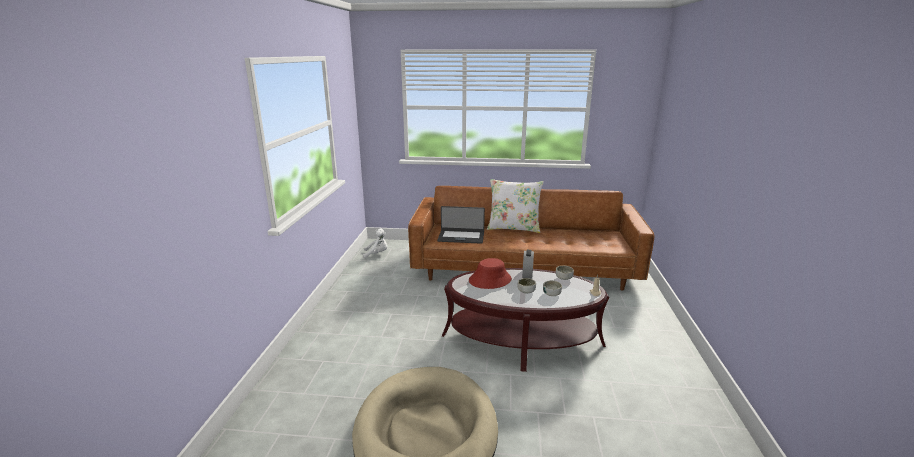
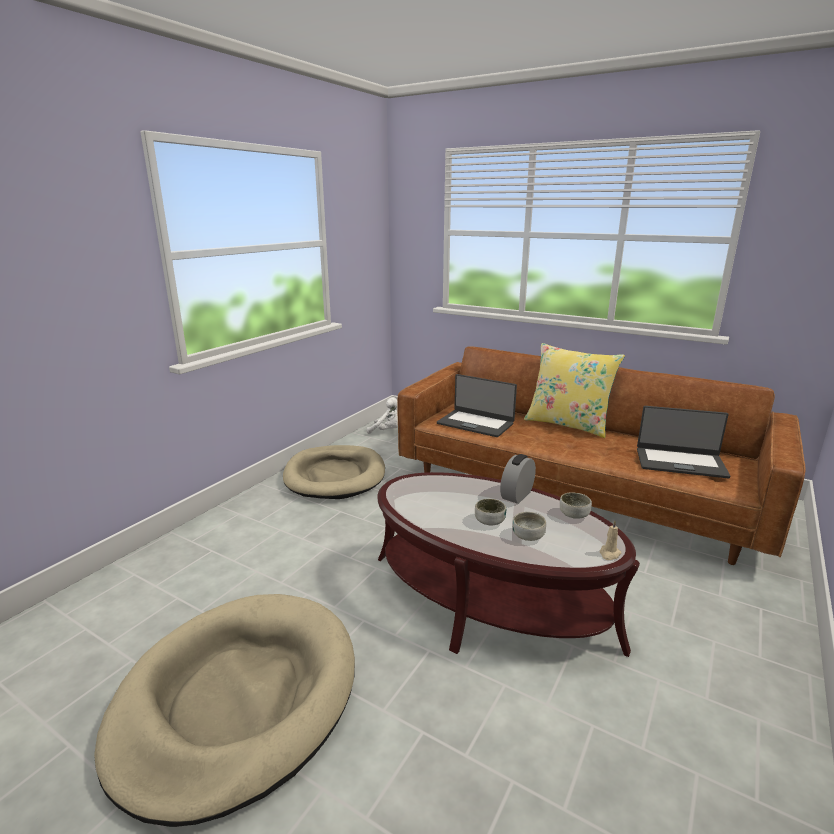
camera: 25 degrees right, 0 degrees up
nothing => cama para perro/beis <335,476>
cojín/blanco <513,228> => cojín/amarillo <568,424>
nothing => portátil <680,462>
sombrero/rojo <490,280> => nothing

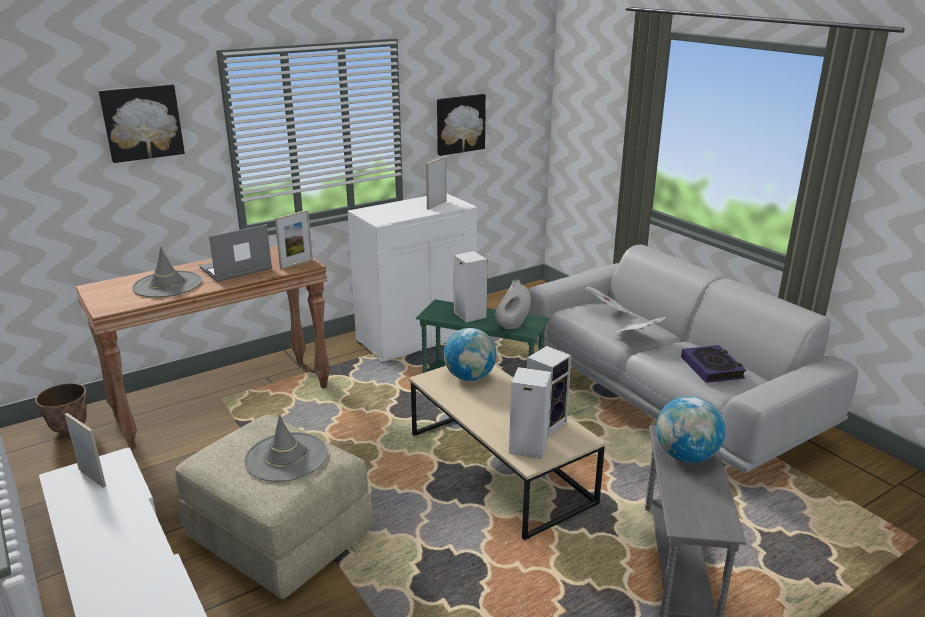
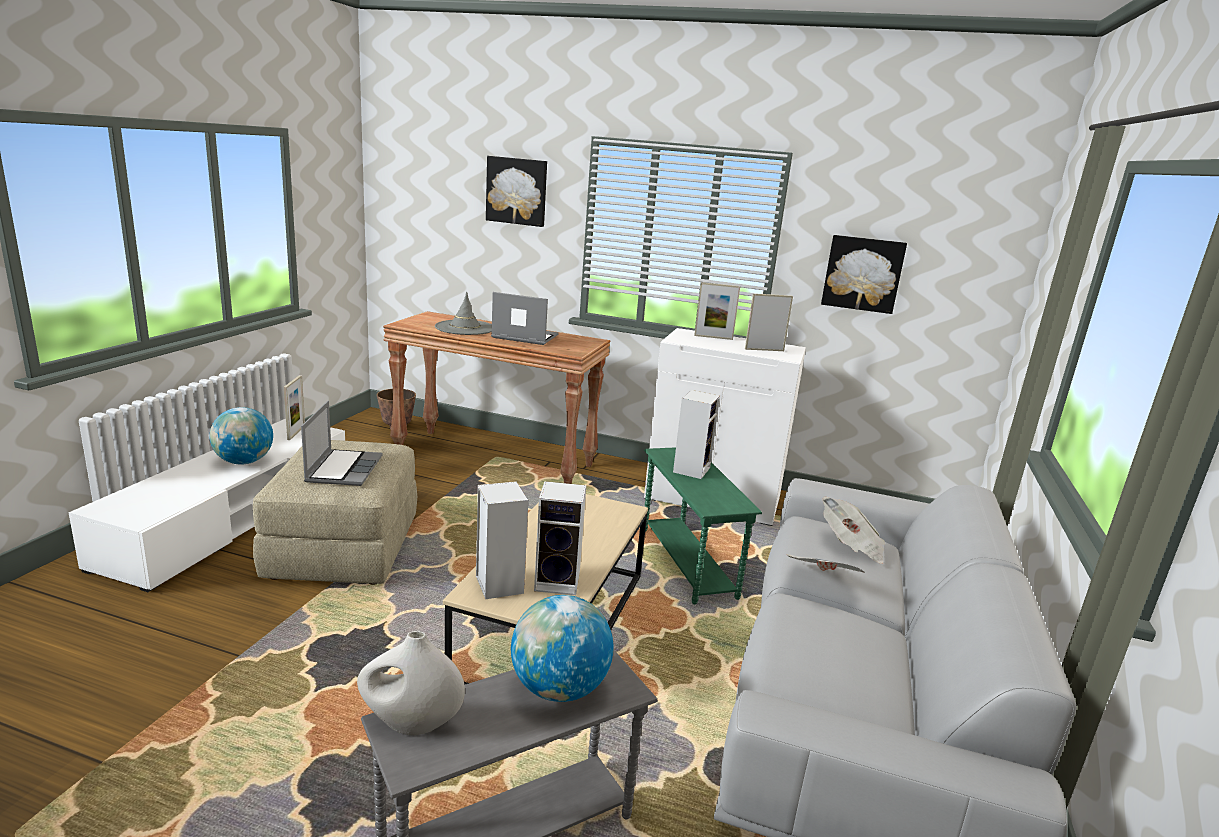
camera: 50 degrees right, 5 degrees down
globo terráqueo <470,377> => globo terráqueo <244,462>, moved
sombrero/gris <286,457> => portátil <343,469>
florero/blanco <512,325> => florero/blanco <411,724>, moved
portarretratos <296,264> => portarretratos <713,337>, moved
libro <712,368> => nothing

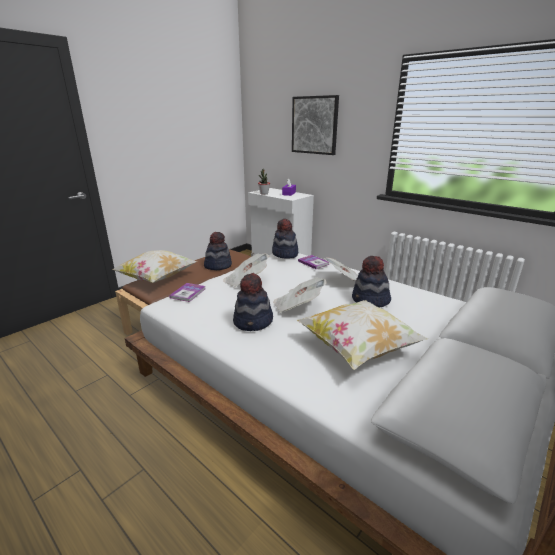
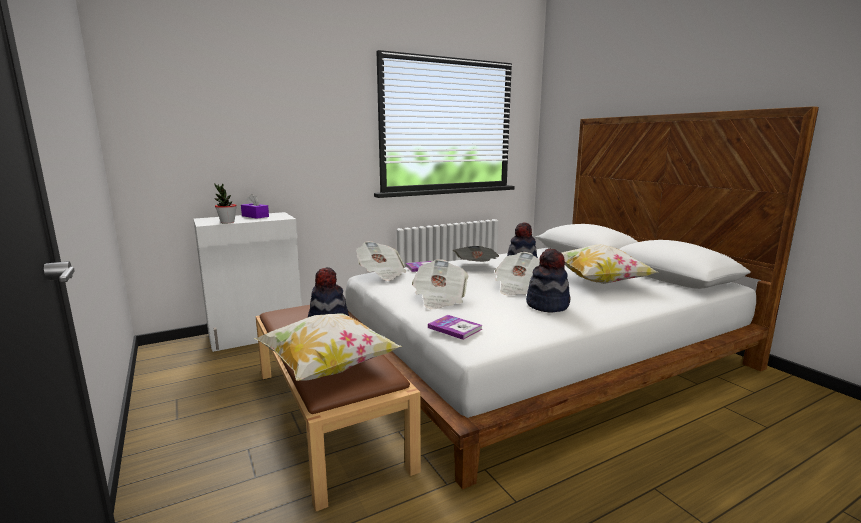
camera: 70 degrees left, 10 degrees down
sombrero <285,254> => periódico <381,274>
cuadro <314,125> => nothing

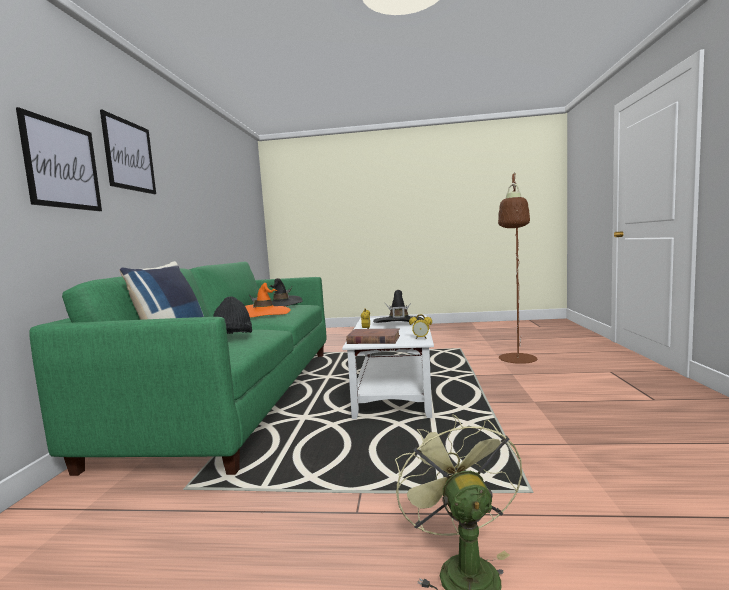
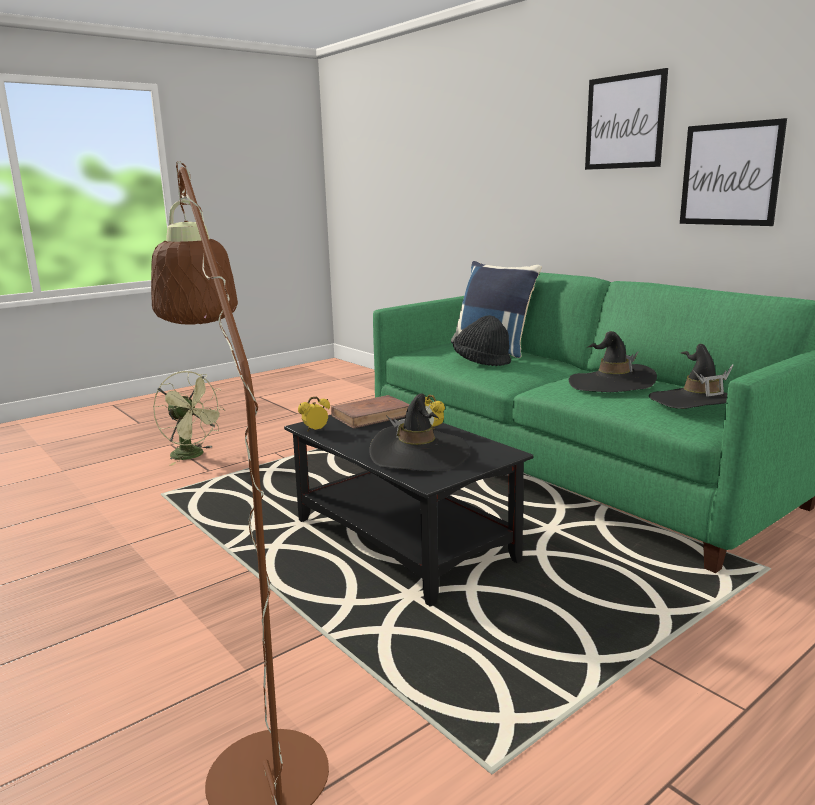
camera: 135 degrees right, 10 degrees up
mesa de centro/blanco <393,391> => mesa de centro/negro <405,541>
sombrero/naranja <266,313> => sombrero/negro <611,384>
cuadro <62,165> => cuadro <730,174>, moved

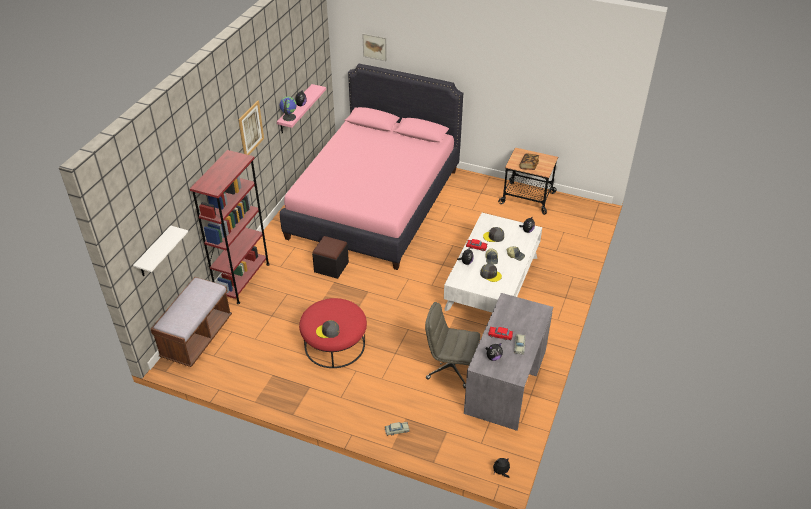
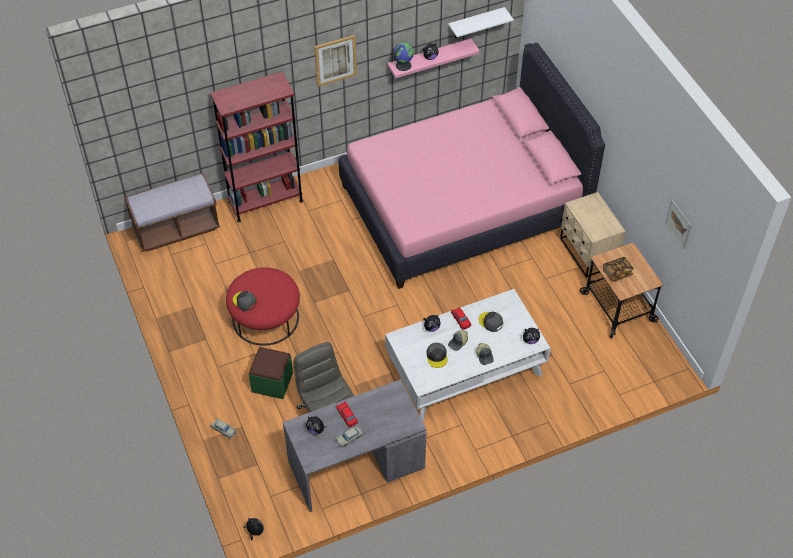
camera: 45 degrees right, 10 degrees up
nothing => puf/verde <272,382>
estante/blanco <154,253> => estante/blanco <476,23>, moved
nothing => mesita de noche/beis <587,253>
cuadro <374,47> => cuadro <679,224>, moved
puf/negro <331,267> => nothing

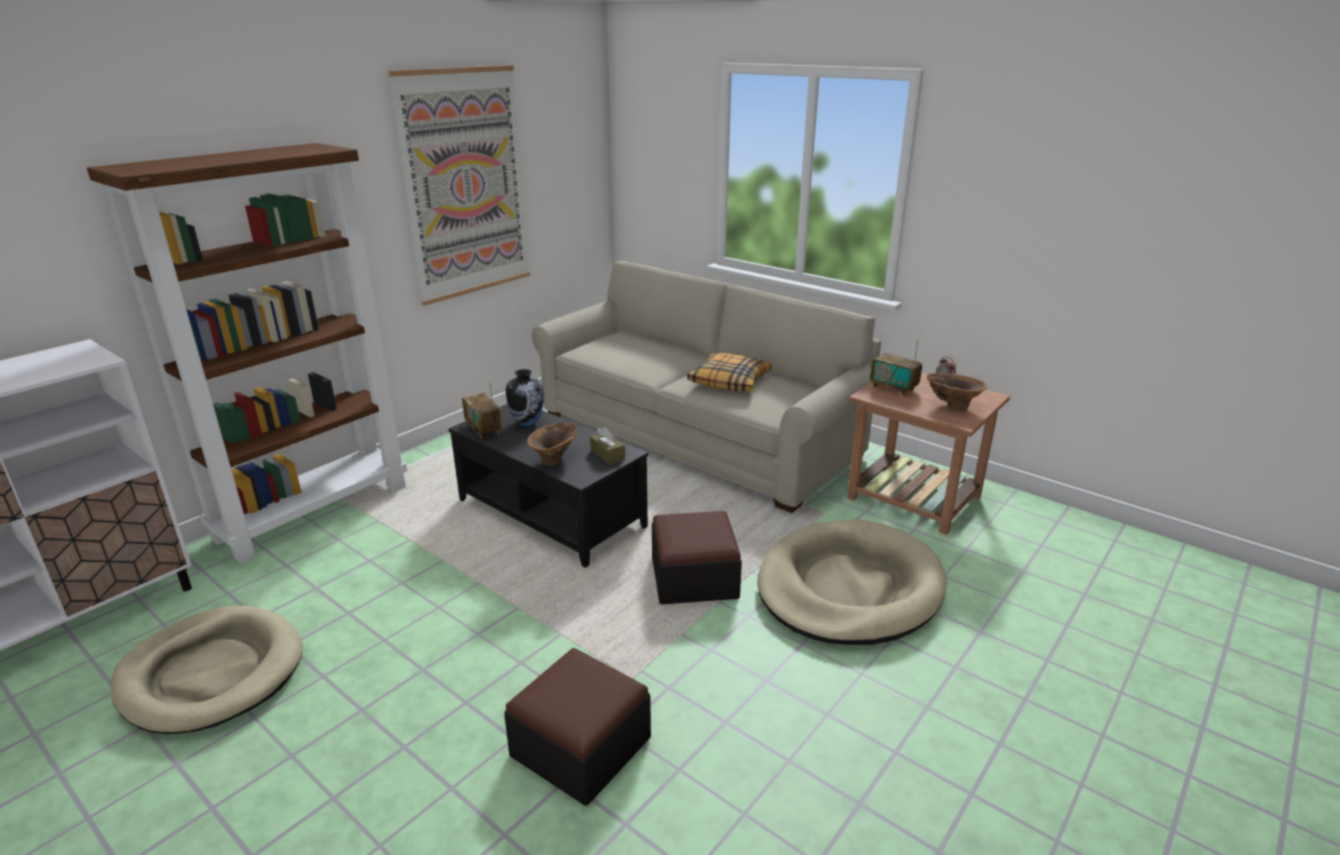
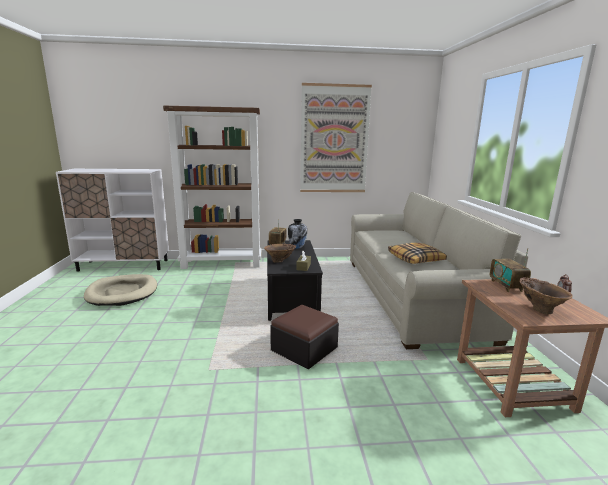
camera: 45 degrees right, 10 degrees down
puf <581,746> => nothing
cama para perro/beis <849,588> => nothing

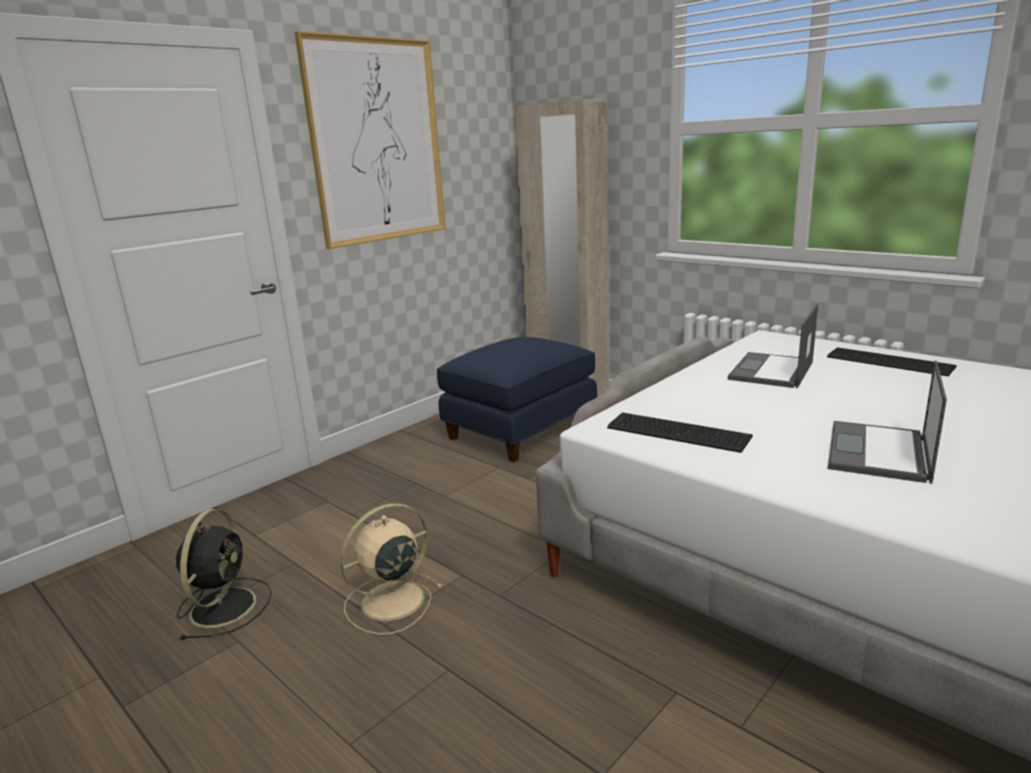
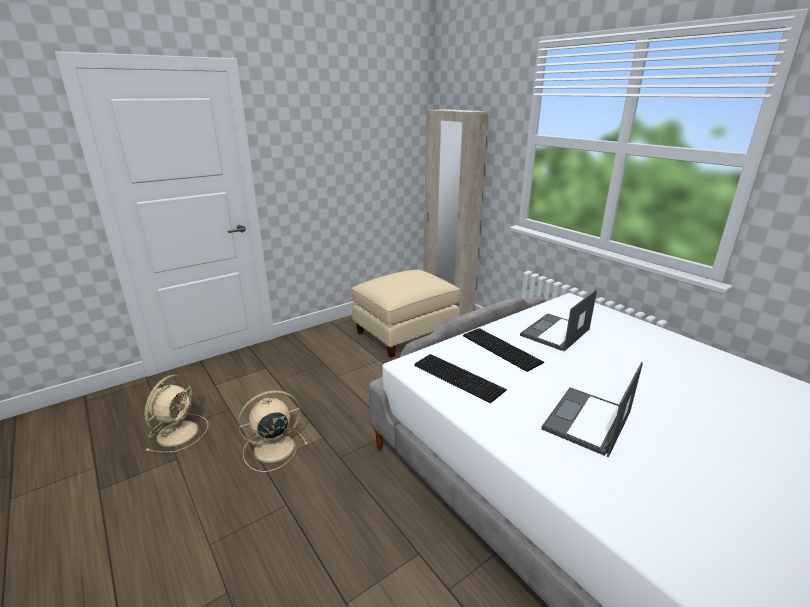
camera: 10 degrees right, 5 degrees up
ventilador/negro <224,605> => ventilador/beis <179,432>
puf/azul <521,431> => puf/beis <406,334>
teclado <890,362> => teclado <501,349>, moved
cuadro <377,142> => nothing

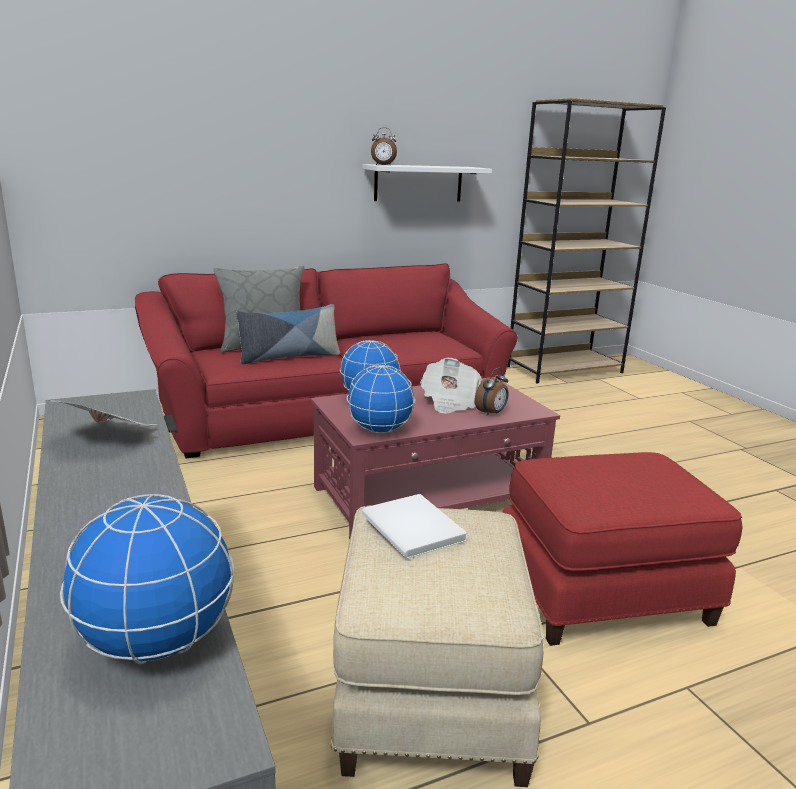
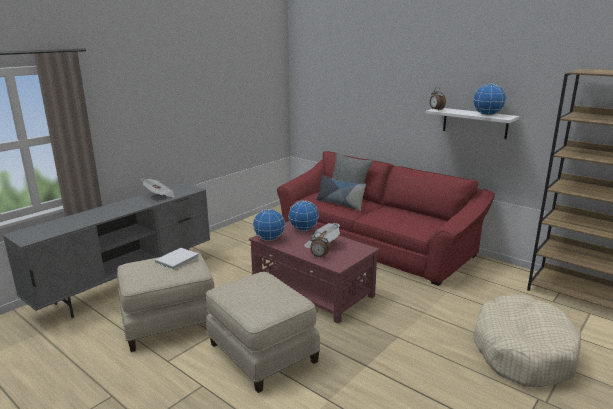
camera: 65 degrees right, 0 degrees up
puf/rojo <603,594> => puf/beis <261,354>
globo terráqueo <157,642> => globo terráqueo <487,115>, moved
nothing => cama para perro/beis <522,351>

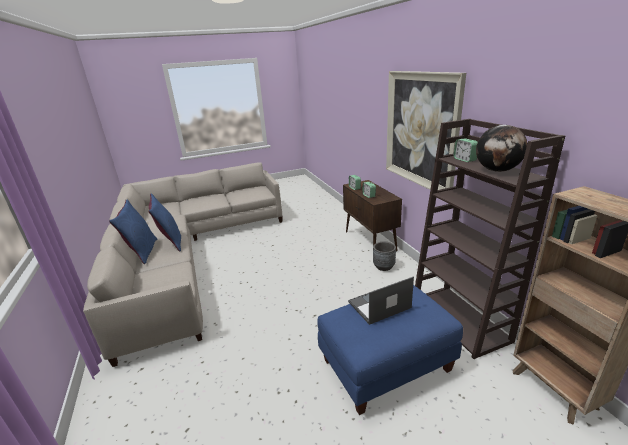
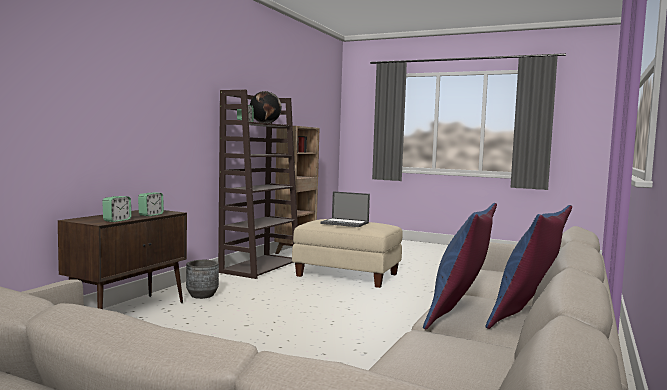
camera: 135 degrees left, 20 degrees down
puf/azul <386,366> => puf/beis <348,275>
cuadro <420,130> => nothing

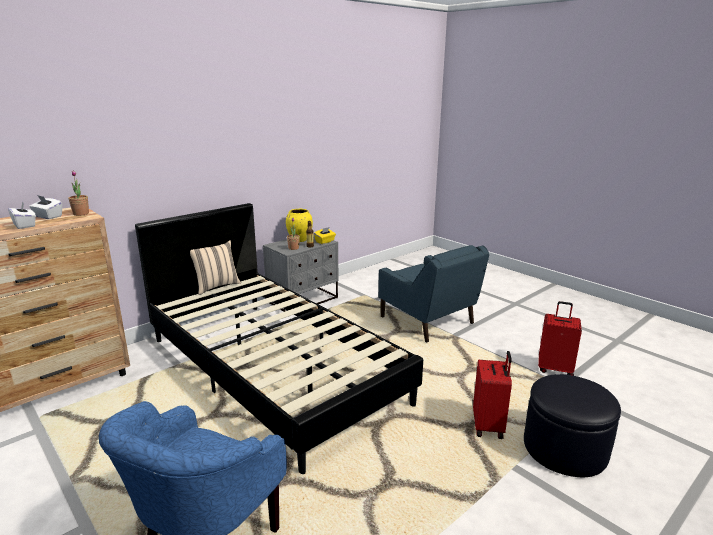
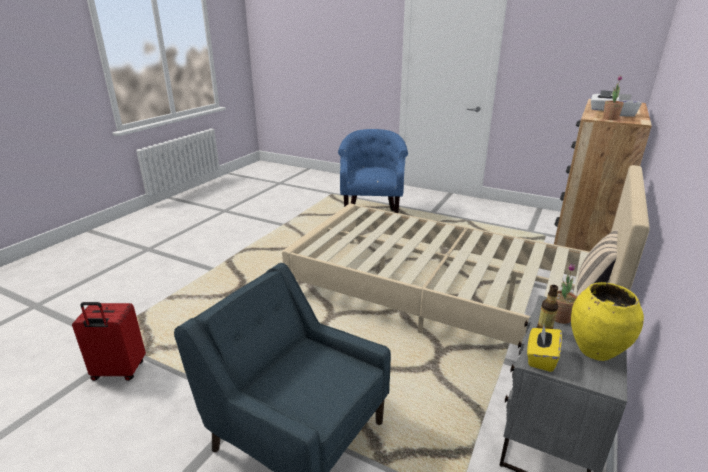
camera: 160 degrees right, 5 degrees up
cama/negro <272,369> => cama/beis <442,298>
maleta/rojo <489,426> => nothing
puf/negro <565,448> => nothing

